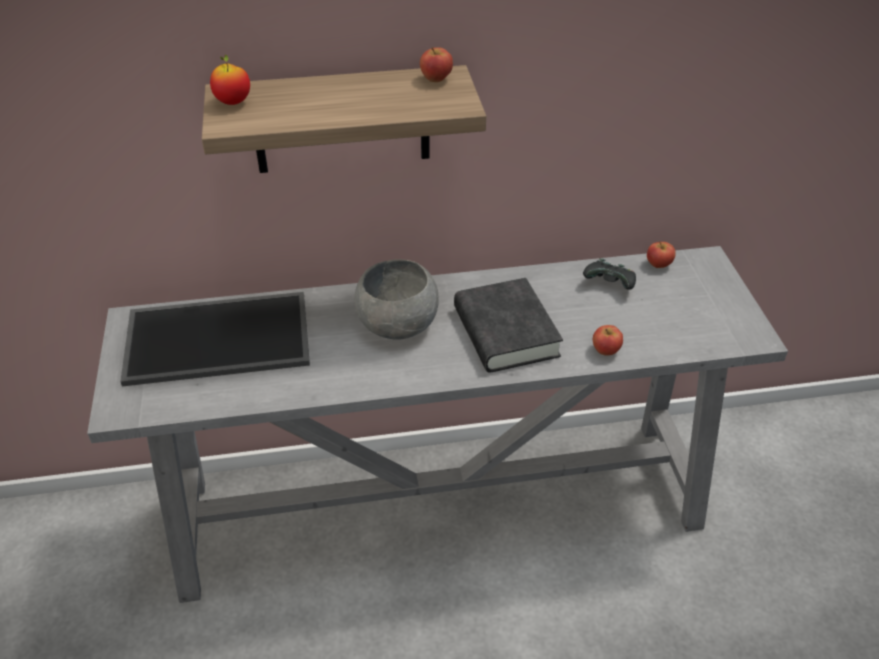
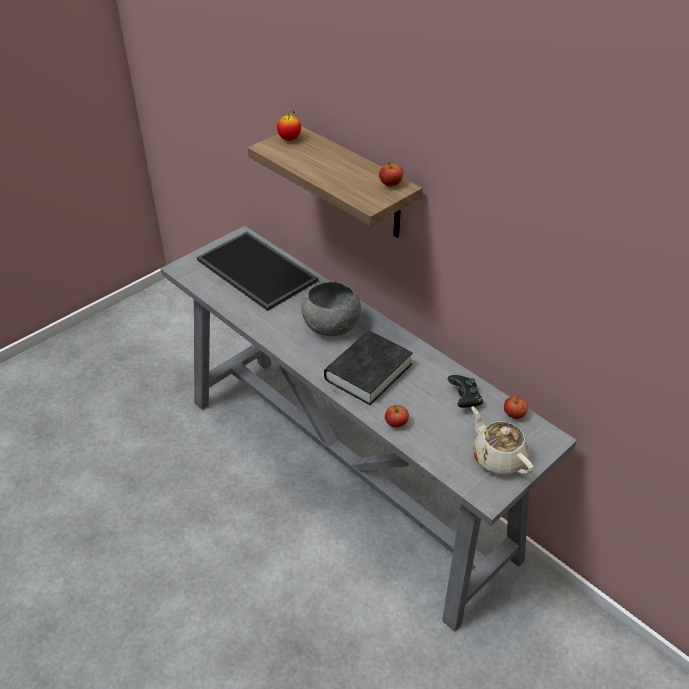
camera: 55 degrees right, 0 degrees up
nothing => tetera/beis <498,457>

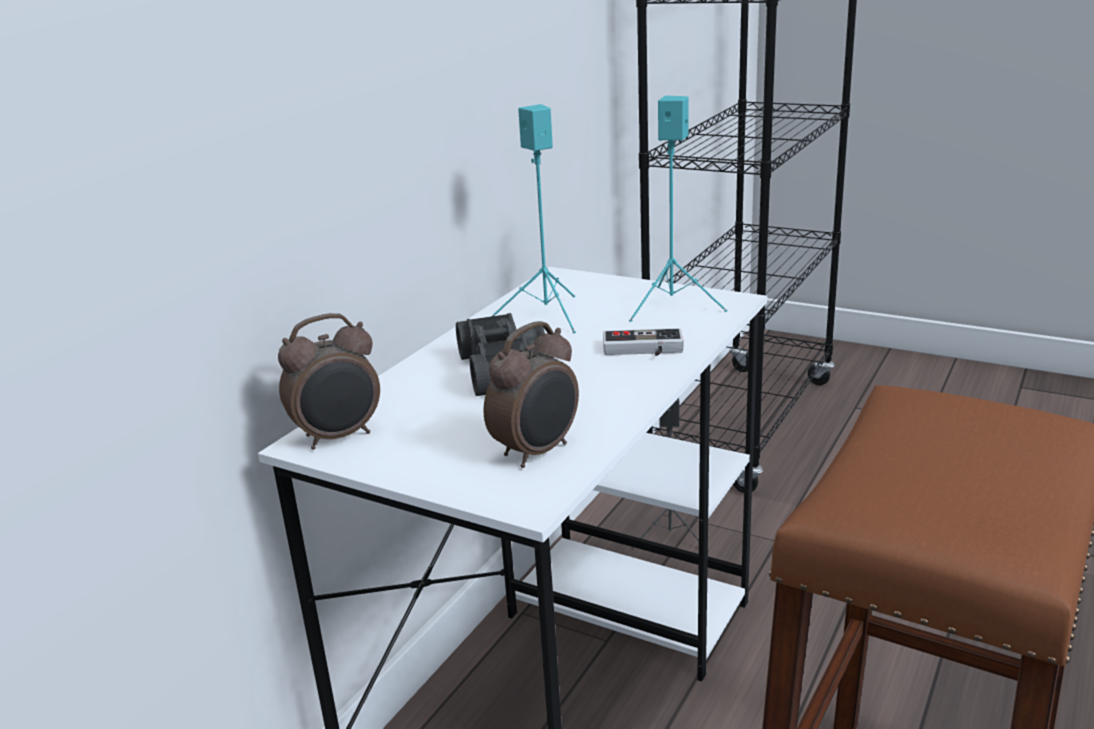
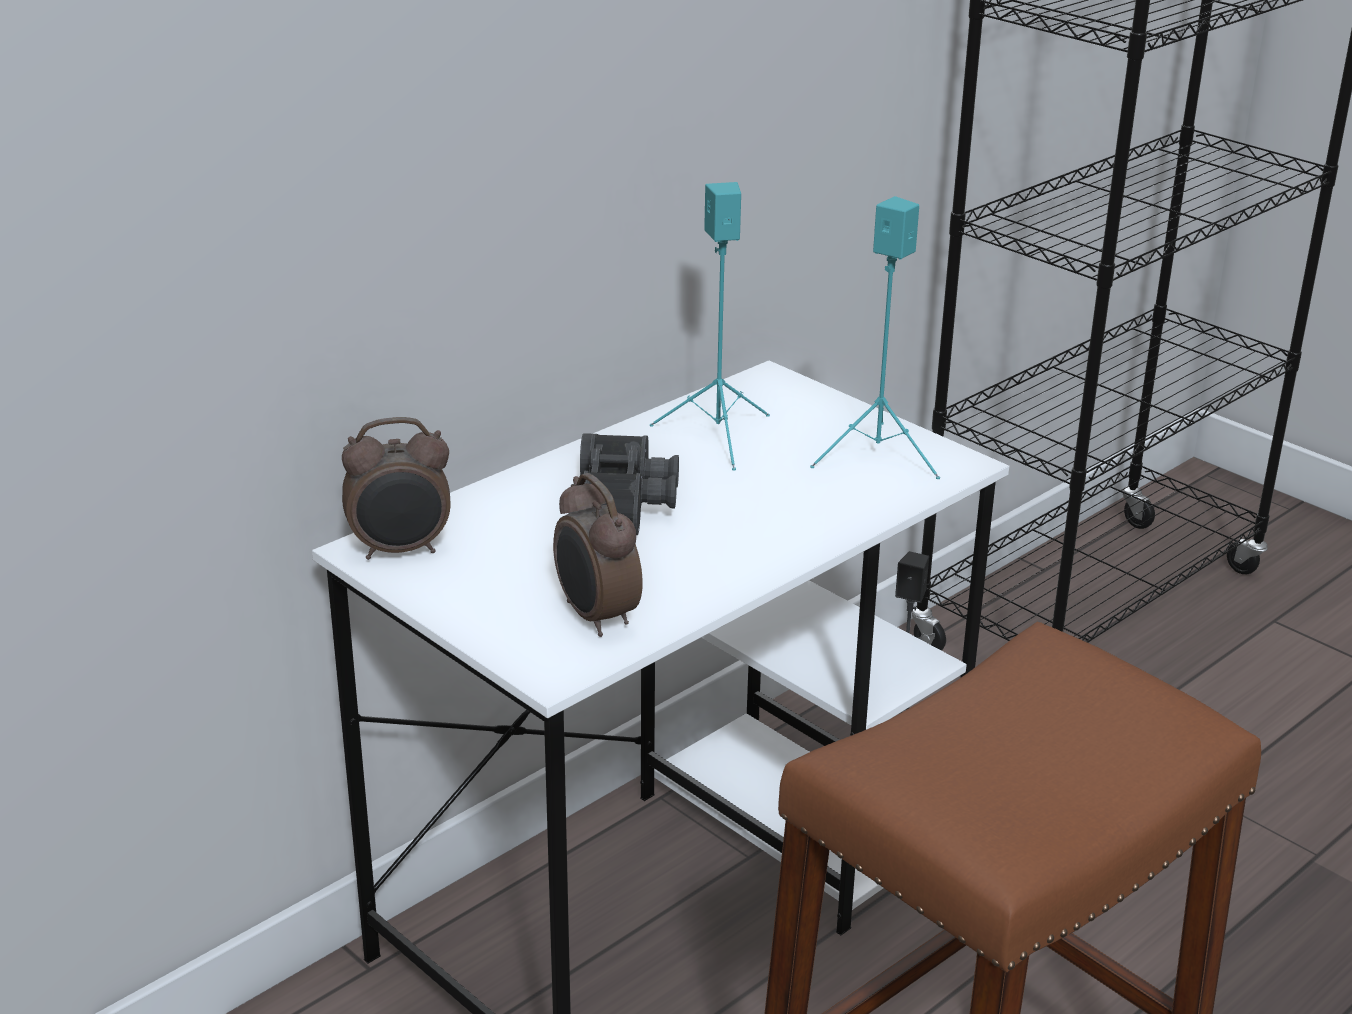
camera: 15 degrees right, 5 degrees up
despertador <537,452> => despertador <595,617>, 90 degrees clockwise
mando de consola <643,350> => nothing

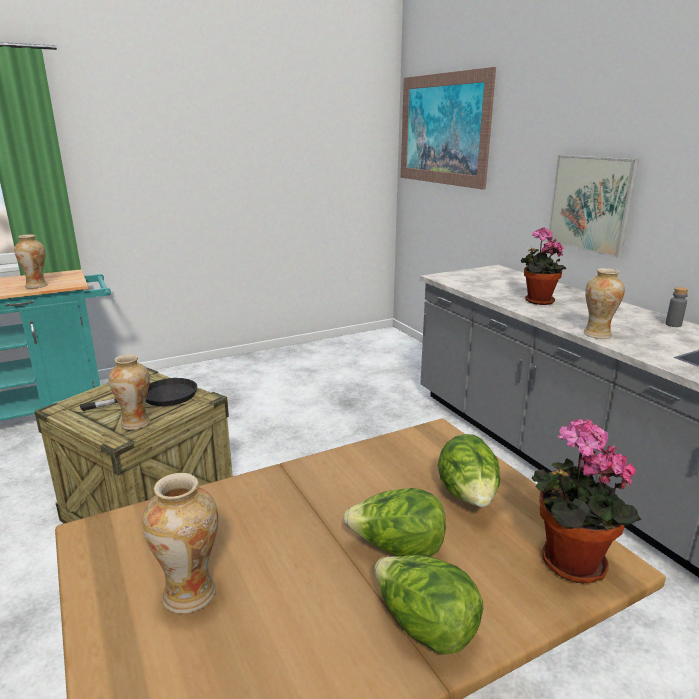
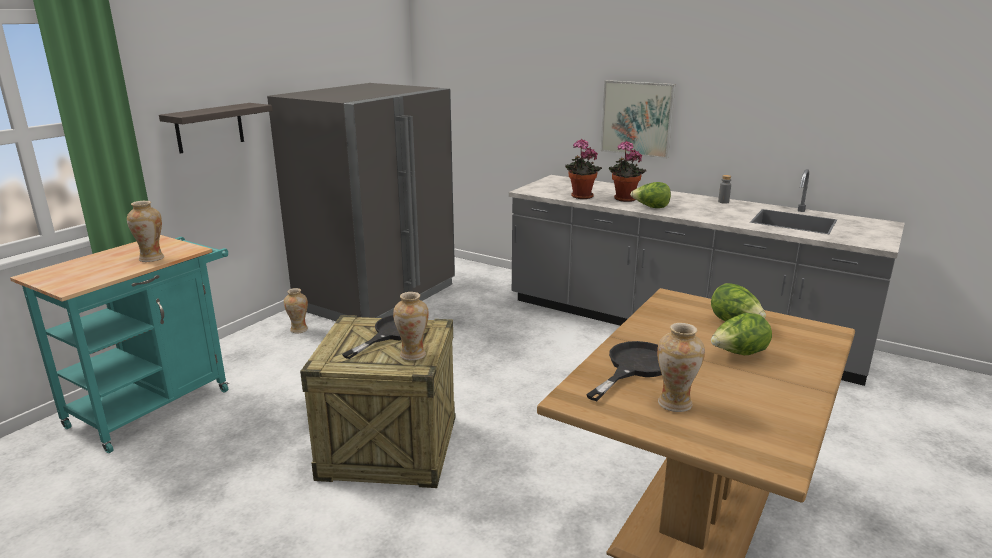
camera: 30 degrees left, 0 degrees up
nothing => estante <209,127>
nothing => nevera/gris <378,297>
florero <597,334> => florero <299,330>, moved
planta en maceta <567,563> => planta en maceta <580,197>, moved
nothing => sartén/negro <634,367>
lechuga <424,627> => lechuga <651,207>, moved
cuadro <443,129> => nothing

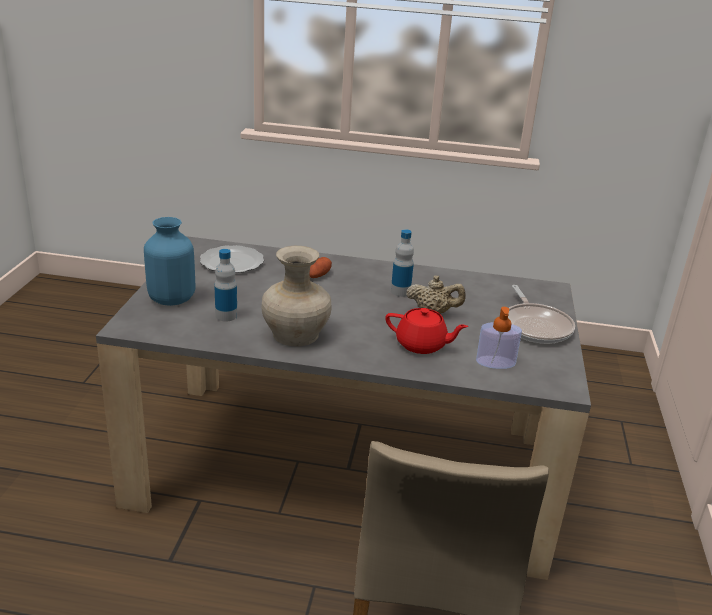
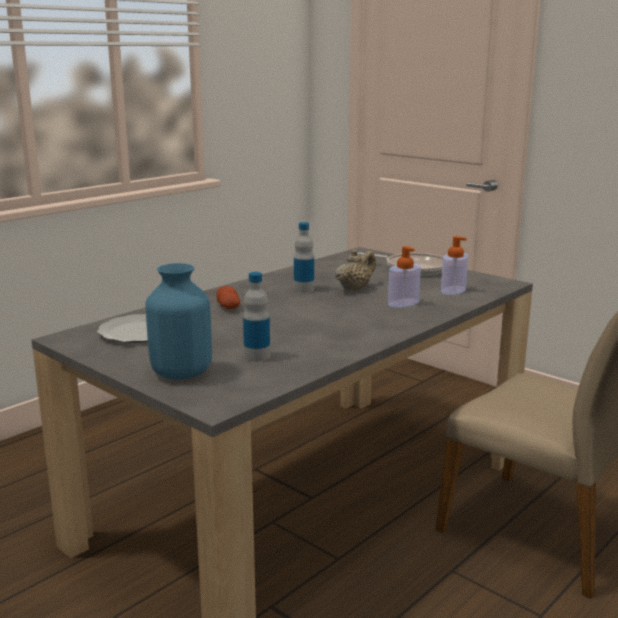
camera: 55 degrees left, 10 degrees down
tetera/rojo <422,345> => dispensador de jabón <403,303>
florero/beis <295,335> => nothing

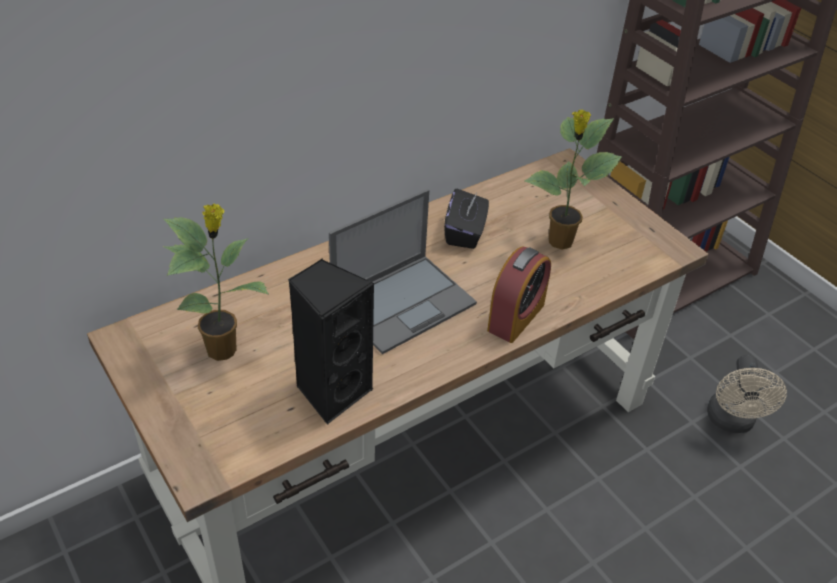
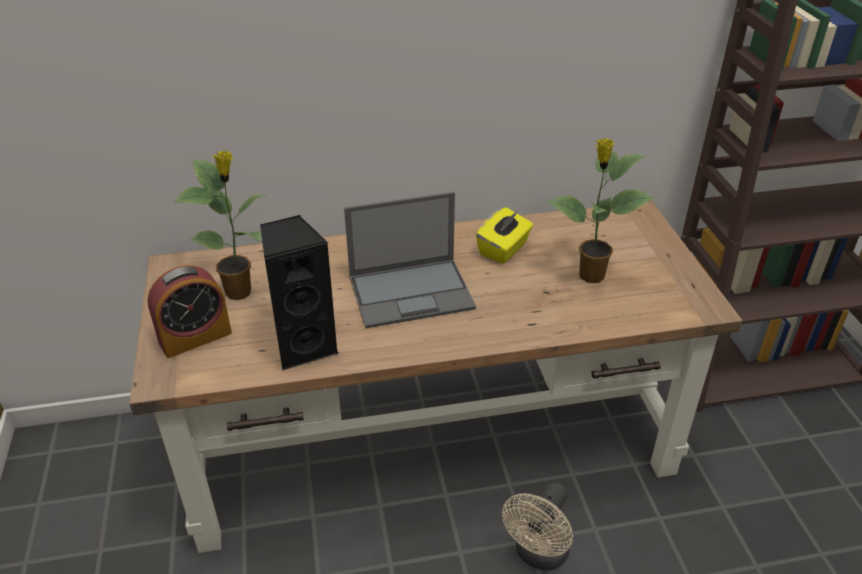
camera: 25 degrees right, 5 degrees down
despertador <516,317> => despertador <195,337>, moved
caja de pañuelos/negro <465,233> => caja de pañuelos/amarillo <504,249>
ventilador/beis <731,422> => ventilador/beis <538,555>, moved

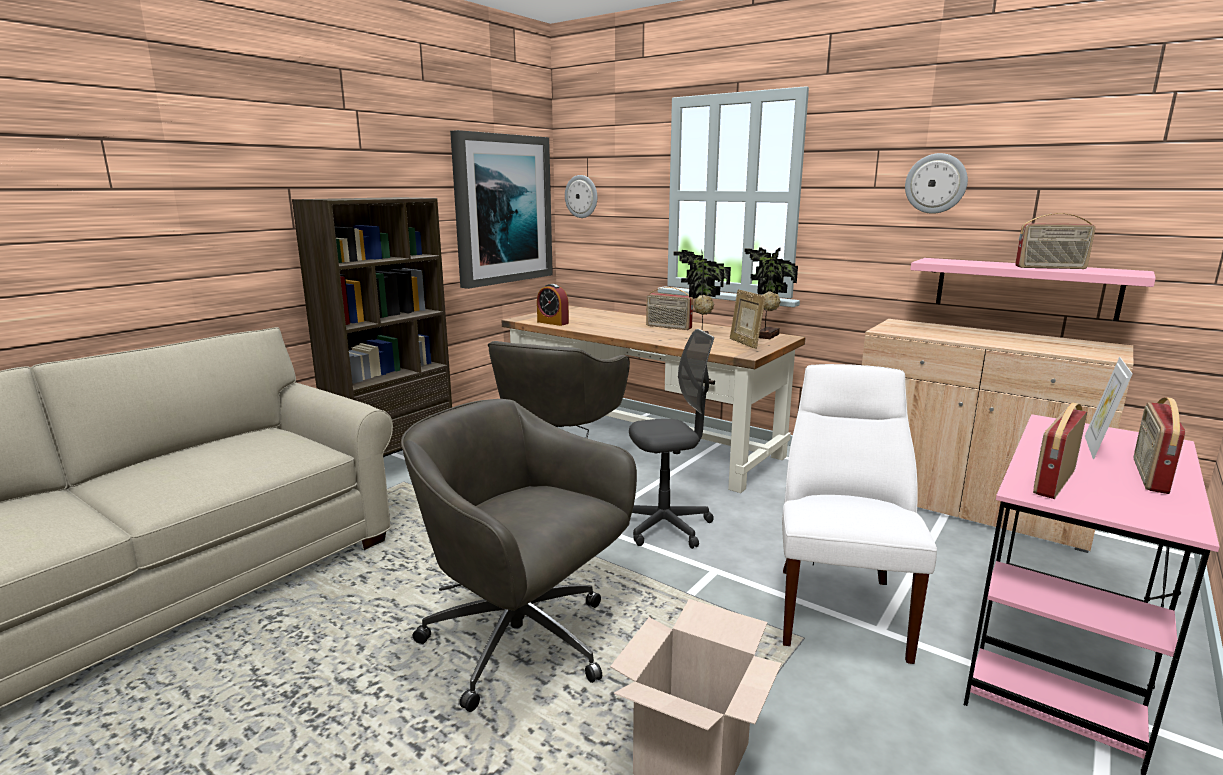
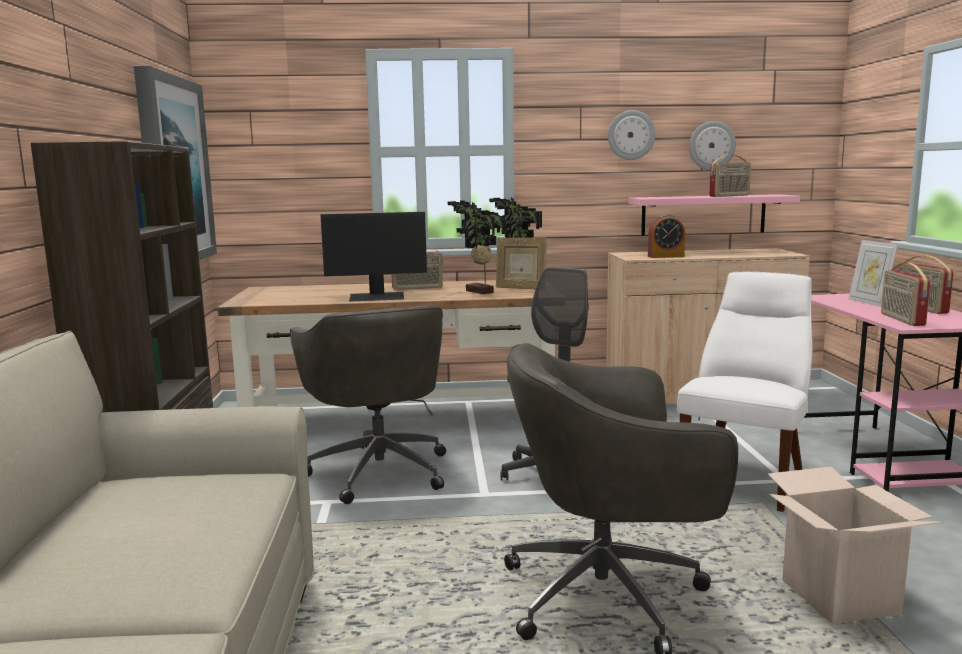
camera: 40 degrees left, 5 degrees down
nothing => monitor <377,297>
despertador <553,322> => despertador <665,256>, moved
silla/blanco <839,607> => silla/blanco <745,477>, 60 degrees clockwise
reloj de pared <581,196> => reloj de pared <711,145>, moved

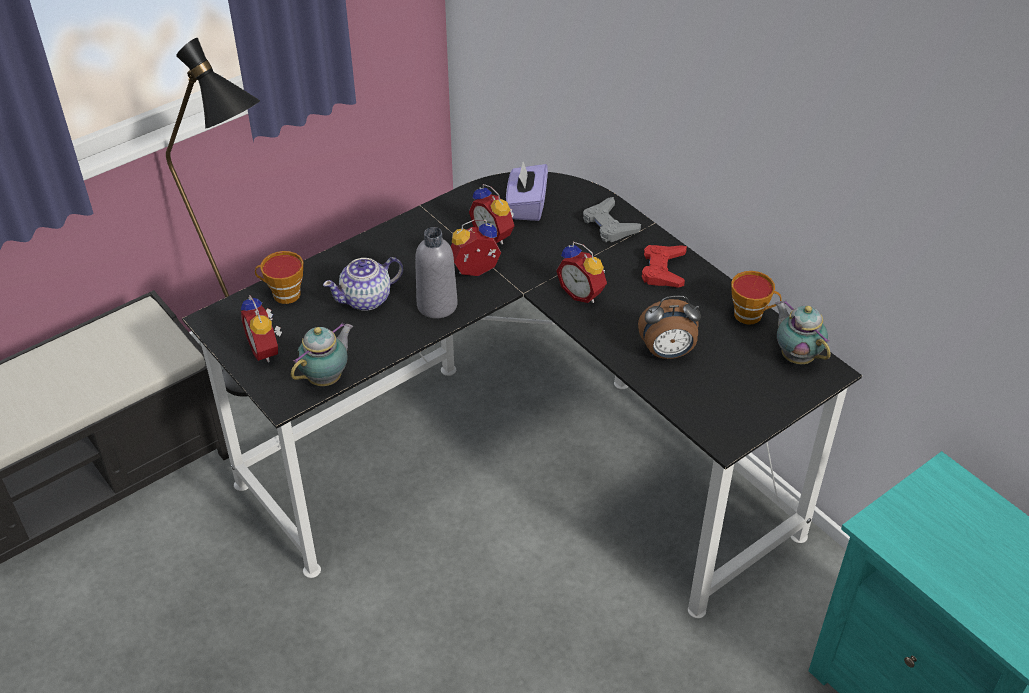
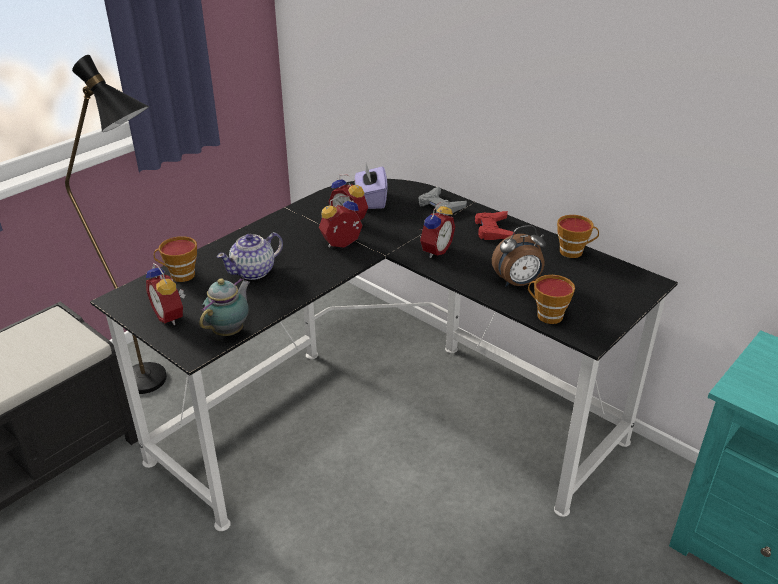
camera: 10 degrees left, 10 degrees down
despertador <583,293> => despertador <434,250>, 90 degrees counterclockwise
nothing => taza <546,315>
botella/gris <437,305> => nothing
tetera <796,356> => nothing

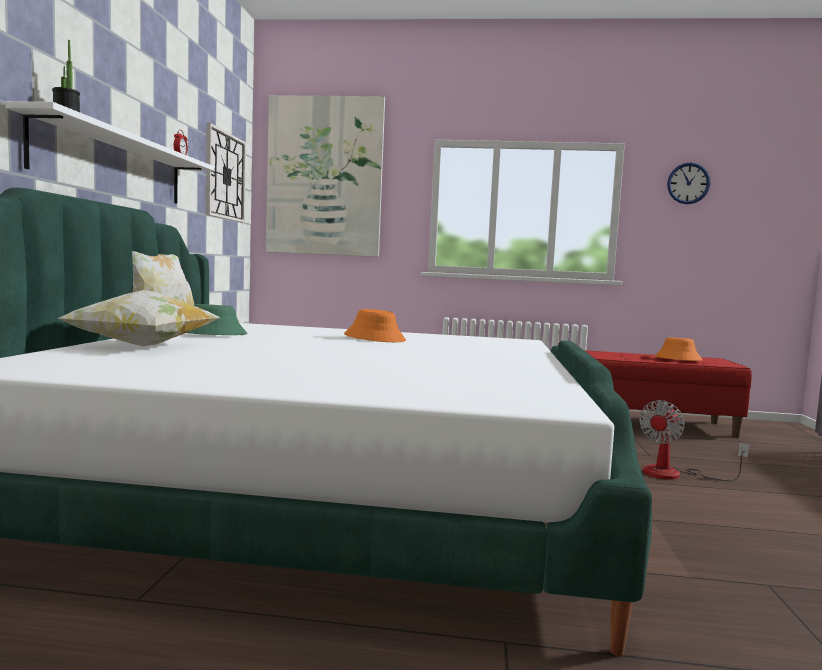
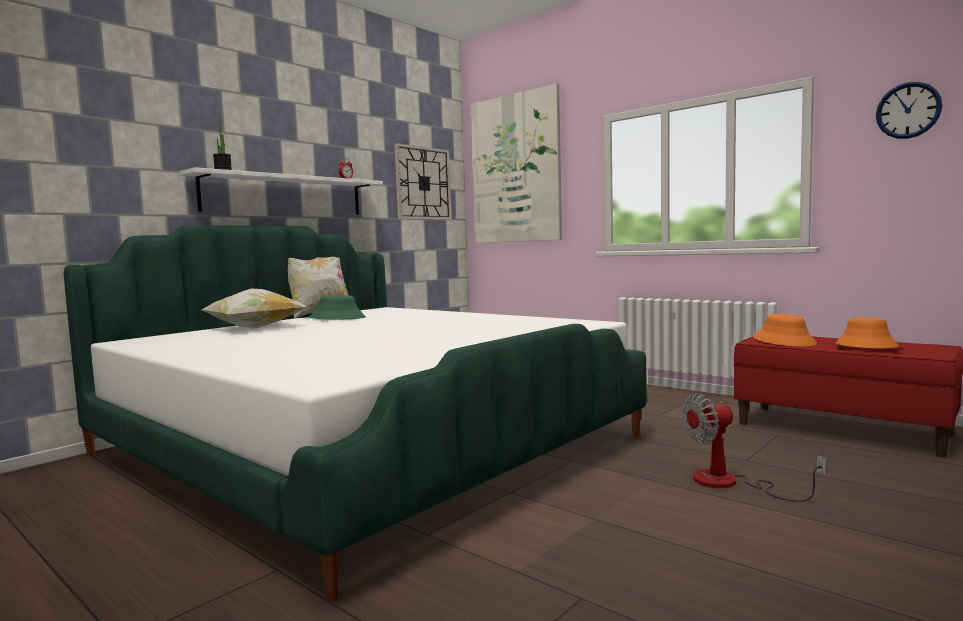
camera: 35 degrees right, 0 degrees up
sombrero/naranja <375,338> => sombrero/naranja <784,341>, moved

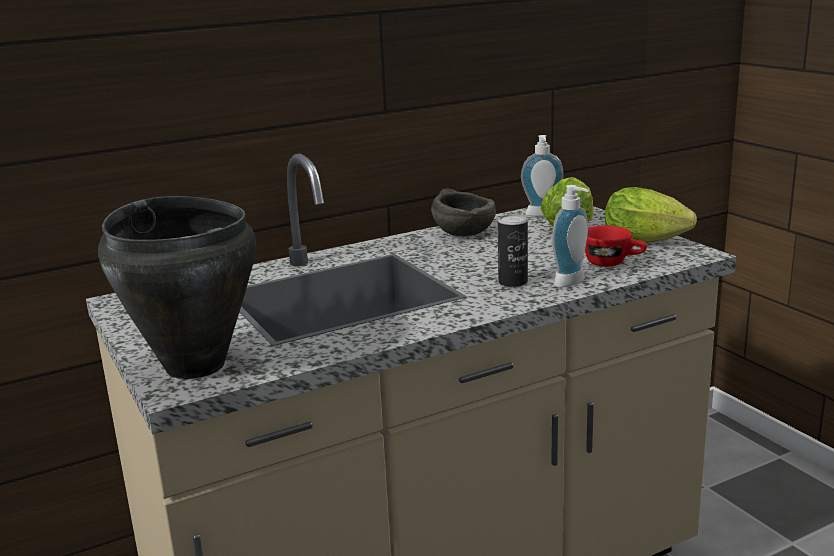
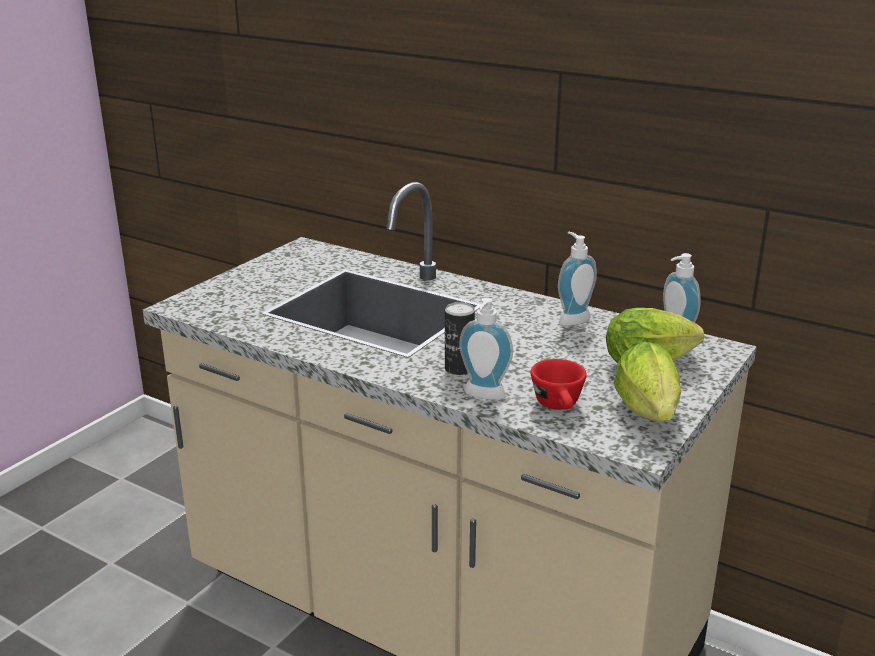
camera: 60 degrees right, 5 degrees up
cuenco/gris <464,232> => dispensador de jabón <571,319>
olla/negro <196,365> => nothing

